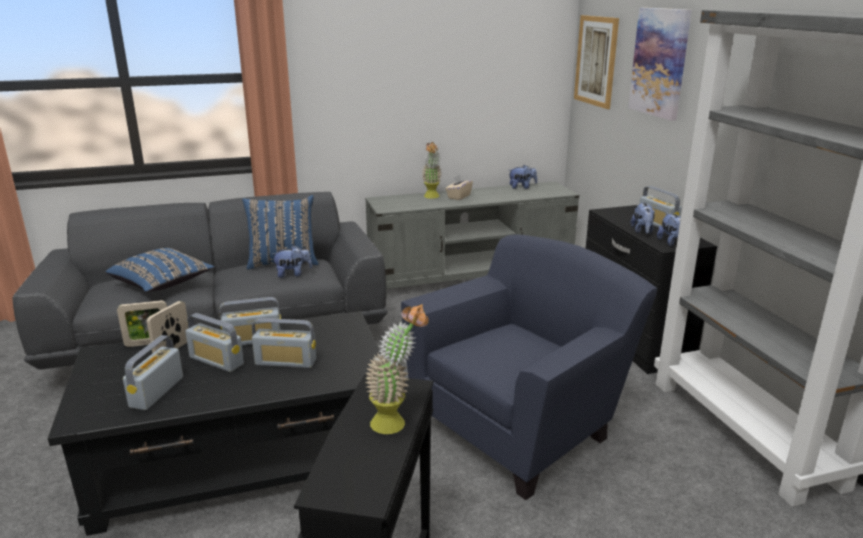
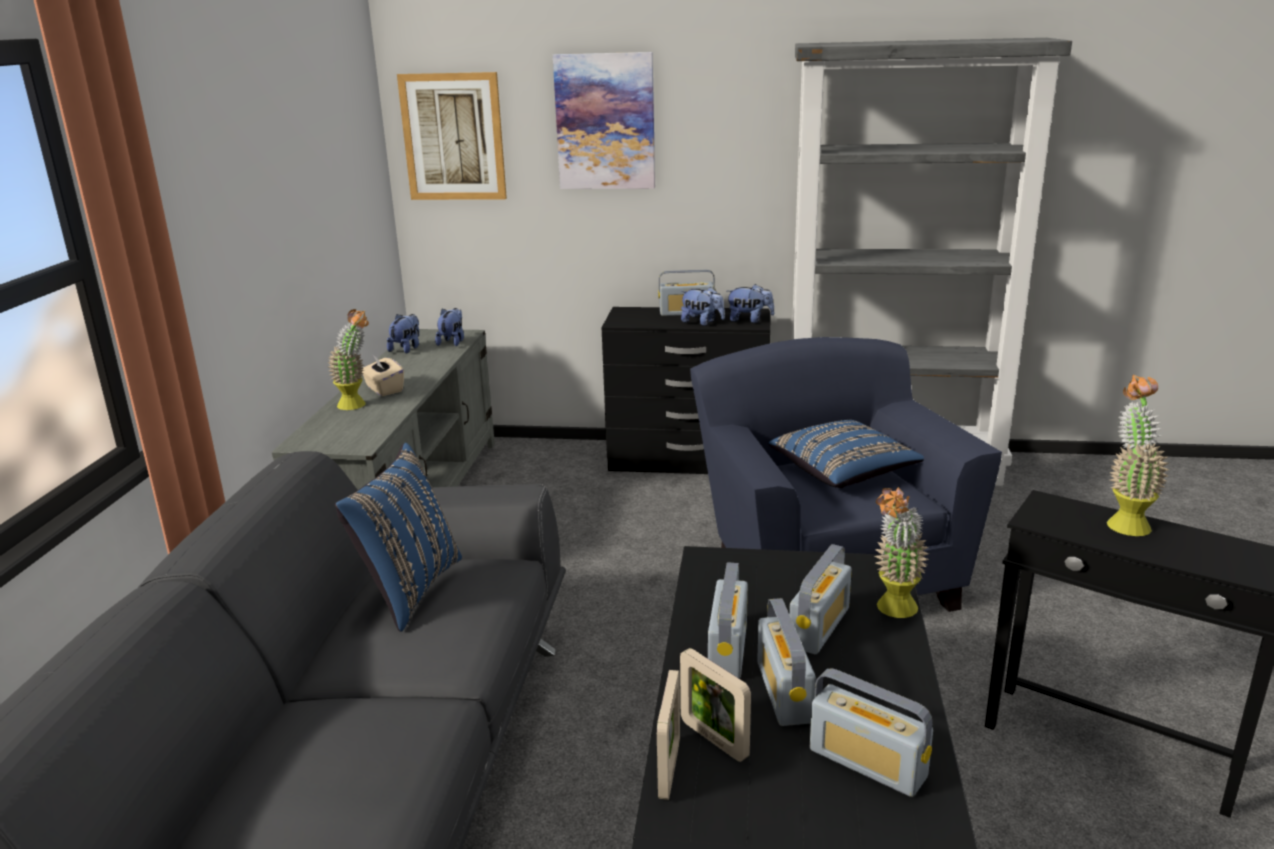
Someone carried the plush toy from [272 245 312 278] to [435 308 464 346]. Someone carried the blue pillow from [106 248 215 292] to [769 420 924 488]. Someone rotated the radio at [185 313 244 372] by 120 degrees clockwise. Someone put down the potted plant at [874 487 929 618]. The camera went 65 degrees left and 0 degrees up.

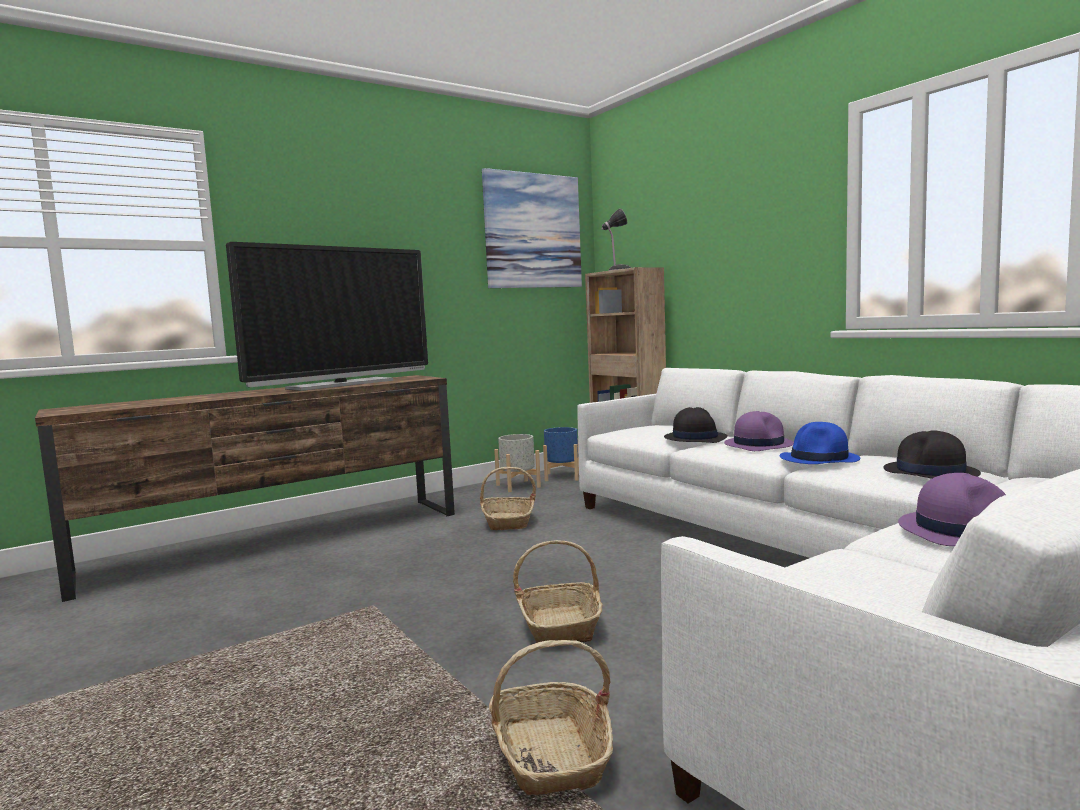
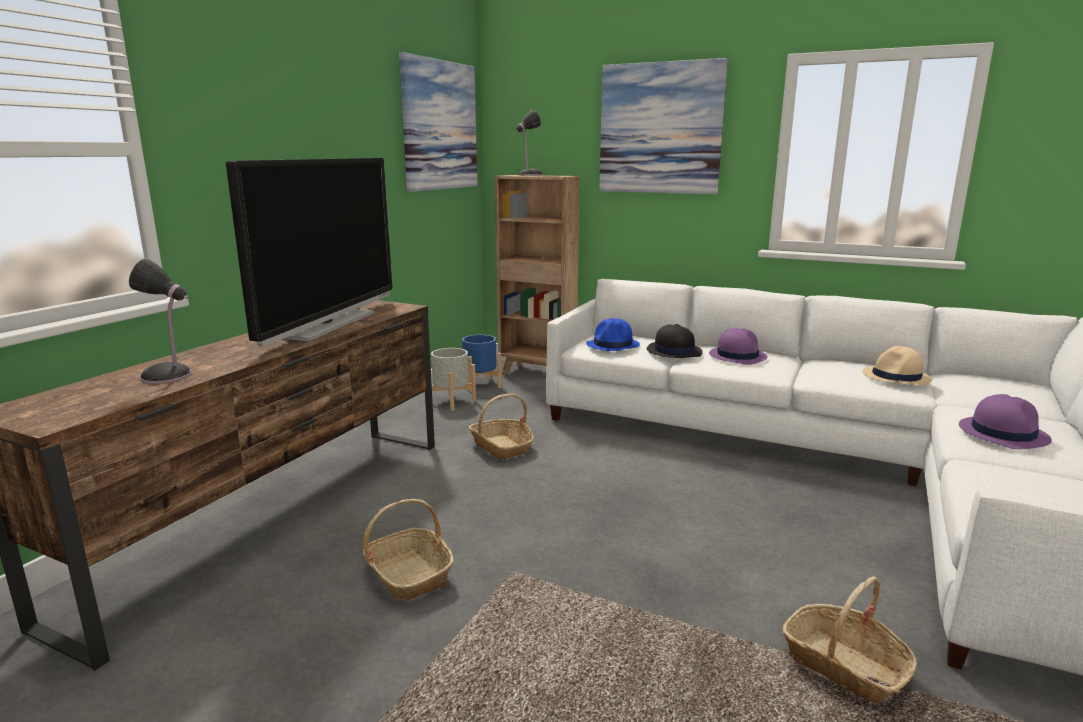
Someone carried the blue hat from [780 422 860 464] to [586 318 640 351]. Someone repainted the black hat at [883 430 981 479], which became the beige hat at [862 346 932 385]. Someone carried the basket from [513 540 603 643] to [363 499 454 602]. Someone put up the picture at [599 58 728 194]. Someone put down the table lamp at [129 259 191 384]. The camera went 30 degrees left and 10 degrees up.

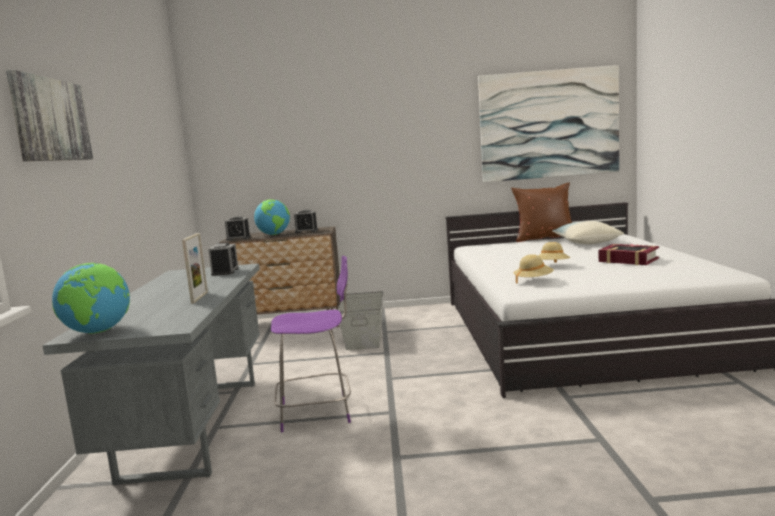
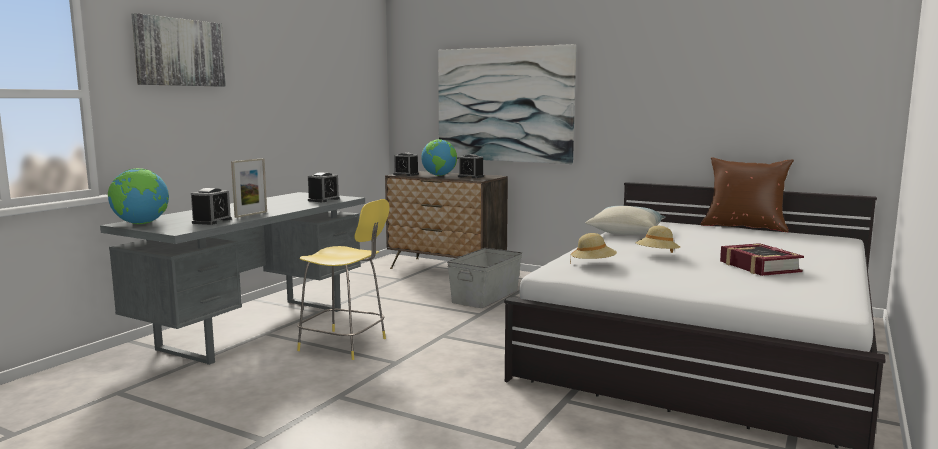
Someone carried the picture from [478 65 619 182] to [438 44 576 164]. Someone carried the pillow from [552 221 624 244] to [586 206 666 235]. Someone repainted the purple stool at [270 256 351 433], which became the yellow stool at [297 199 390 360]. Someone put down the alarm clock at [191 188 232 225]. The camera went 30 degrees right and 0 degrees up.

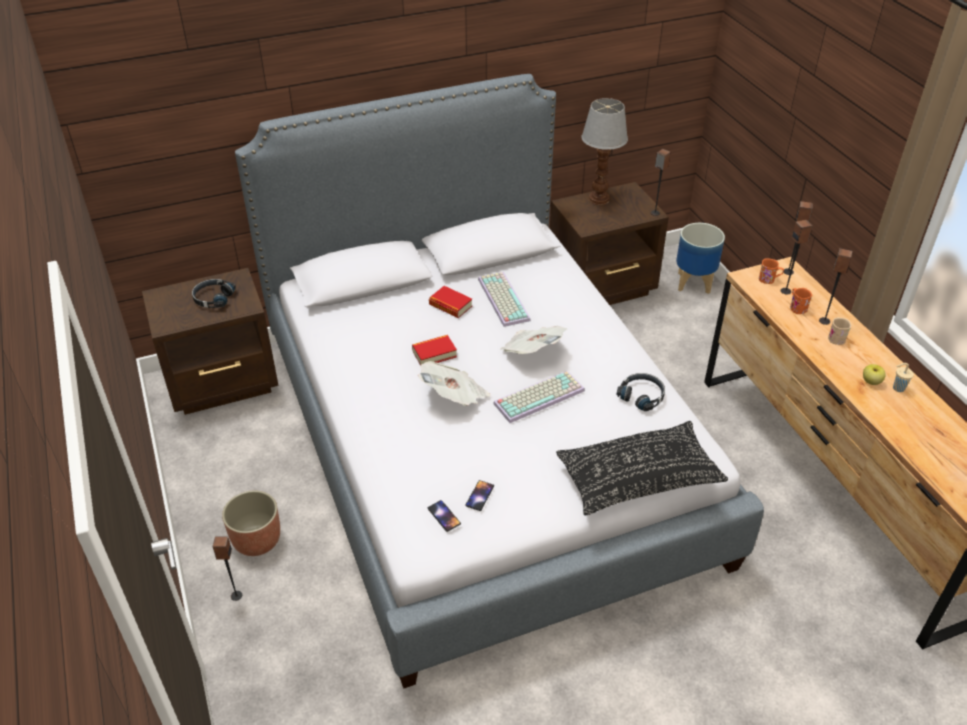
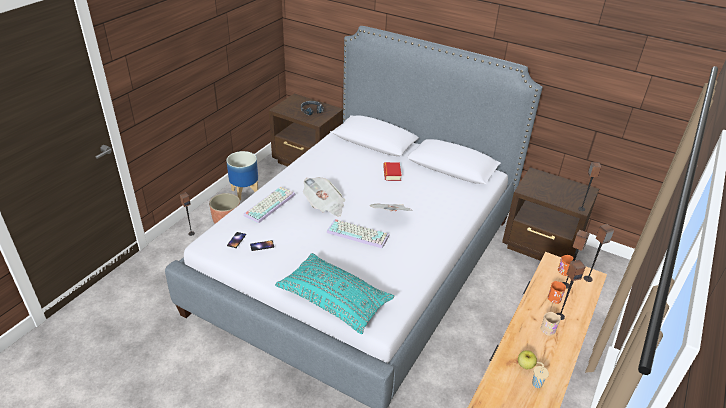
Someone took away the table lamp at [581 98 628 205]. Someone carried the planter from [676 223 725 294] to [226 151 258 201]. Someone carried the keyboard from [478 272 531 327] to [243 186 296 223]. Someone took away the book at [412 335 457 365]. Someone took away the black headphones at [616 373 665 411]. Someone repainted the black pillow at [556 421 728 515], which became the turquoise pillow at [275 253 394 334]. The camera went 50 degrees right and 5 degrees down.

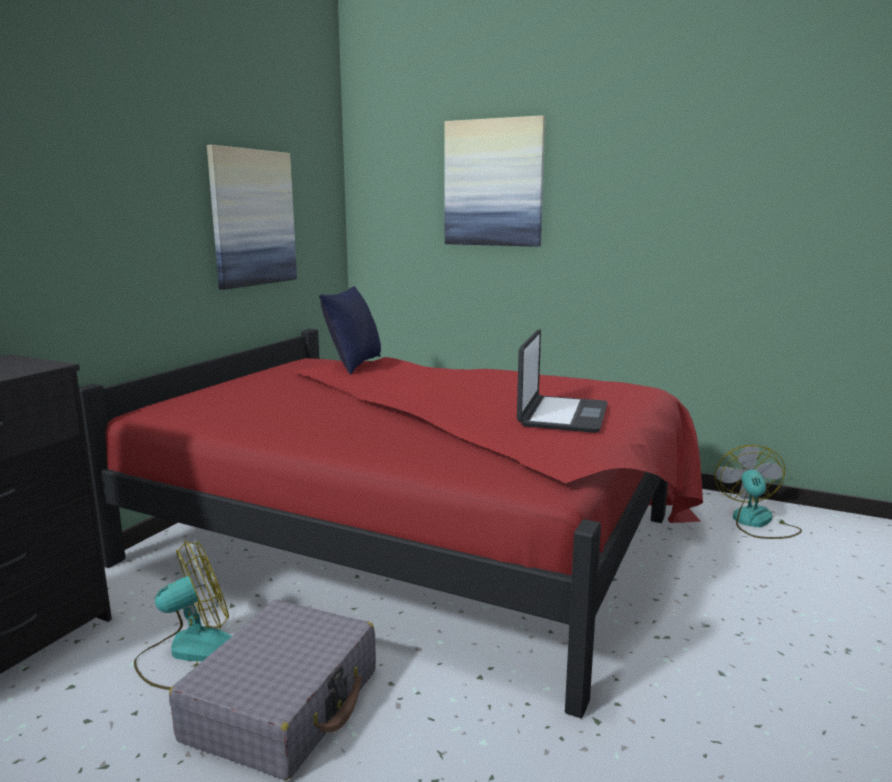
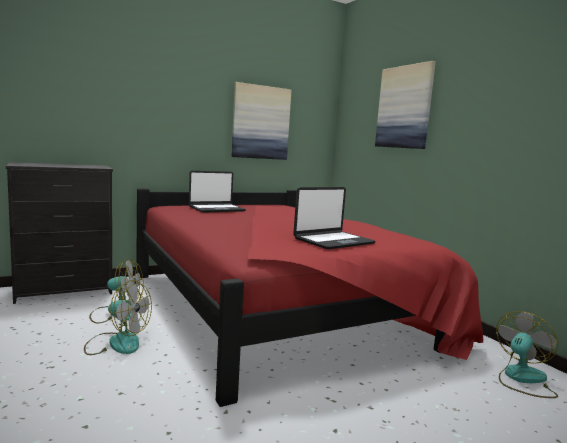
Someone took away the blue pillow at [319 286 381 375]. Someone swapped the grey suitcase at [169 600 376 780] for the fan at [84 280 152 355]. Someone put down the laptop at [189 171 246 213]. The camera went 35 degrees right and 5 degrees down.

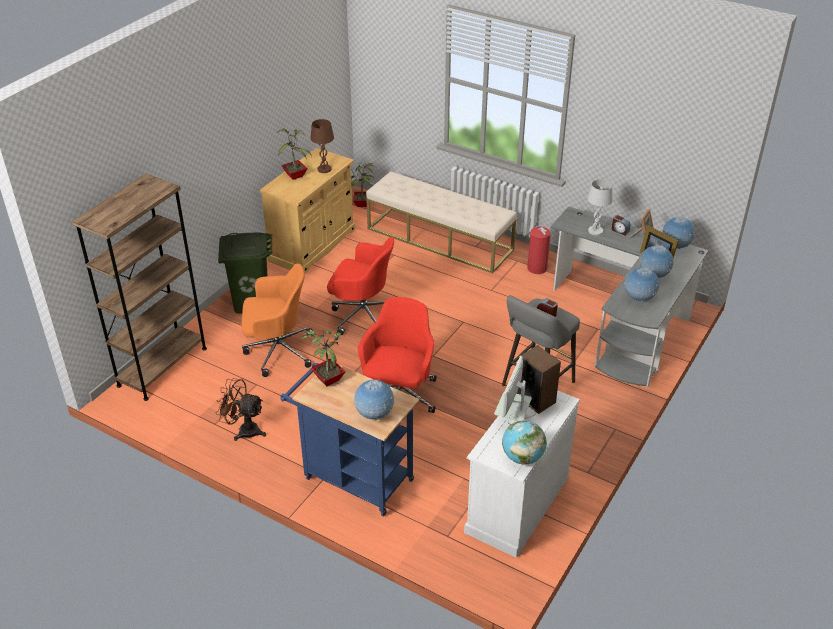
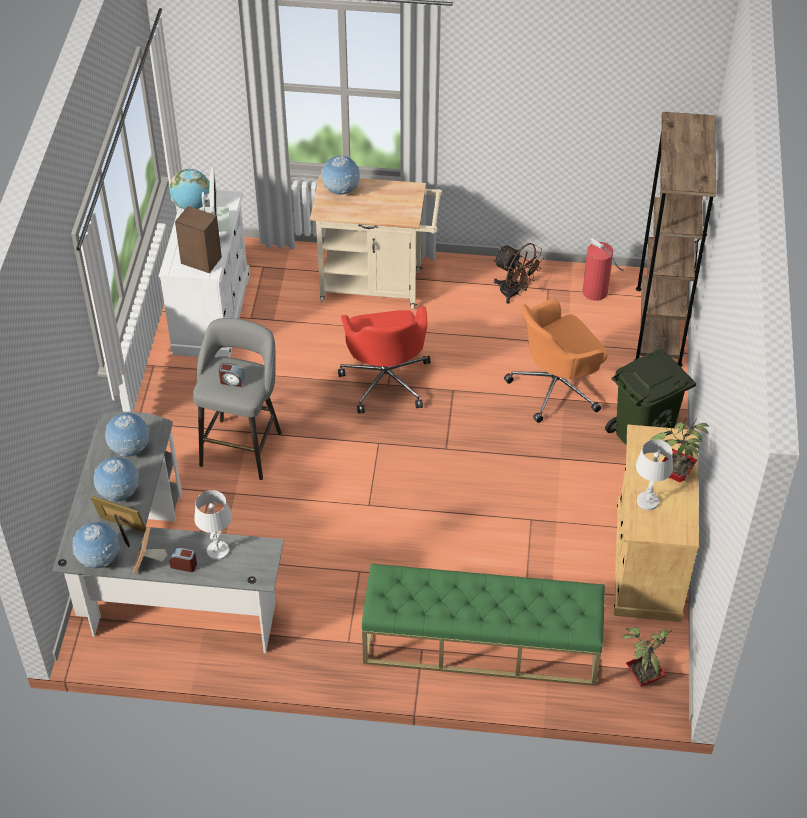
Someone repainted the brown table lamp at [311 119 334 173], which became the white table lamp at [636 439 673 510]. Someone repainted the beige bench at [366 171 517 273], which became the green bench at [362 563 605 686]. Someone carried the fire extinguisher from [524 225 551 274] to [583 237 624 301]. Someone took away the red office chair at [327 236 394 335]. Someone took away the potted plant at [300 325 345 387]. Someone repainted the blue cart at [280 363 420 516], which became the beige cart at [310 175 443 310]. Someone rotated the brown fan at [216 378 266 441] by 45 degrees clockwise. The camera went 155 degrees right and 10 degrees up.

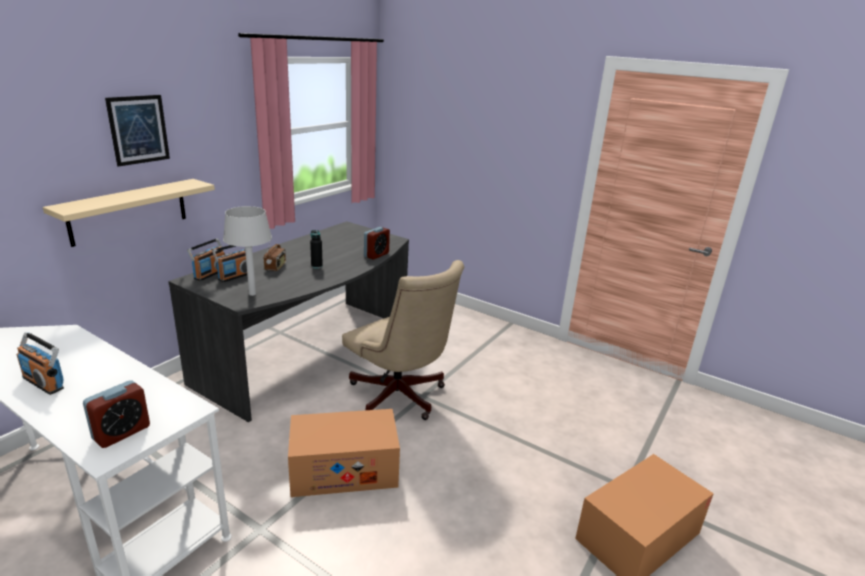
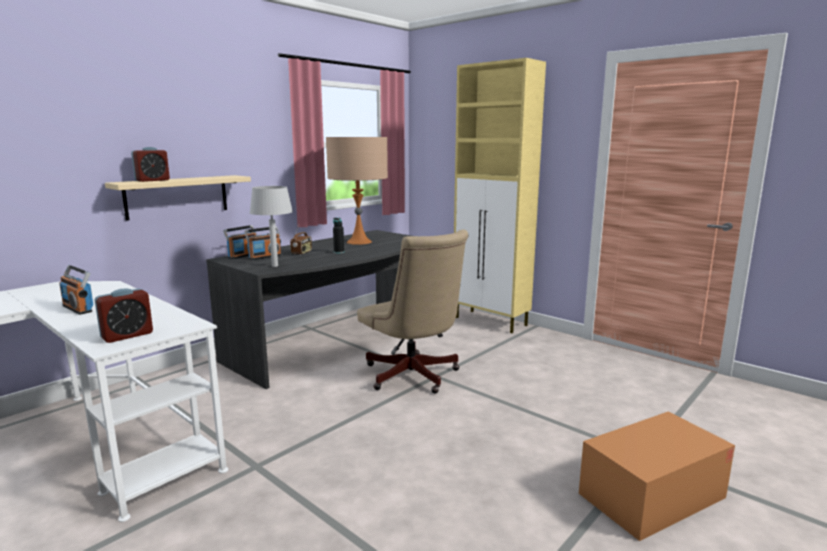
Someone took away the picture at [105 95 170 167]. Someone carried the alarm clock from [364 227 390 260] to [131 147 170 182]. Someone took away the cardboard box at [288 409 400 497]. Someone put down the beige cabinet at [454 58 546 333]. Someone put down the beige table lamp at [326 137 388 245]. The camera went 10 degrees right and 10 degrees down.

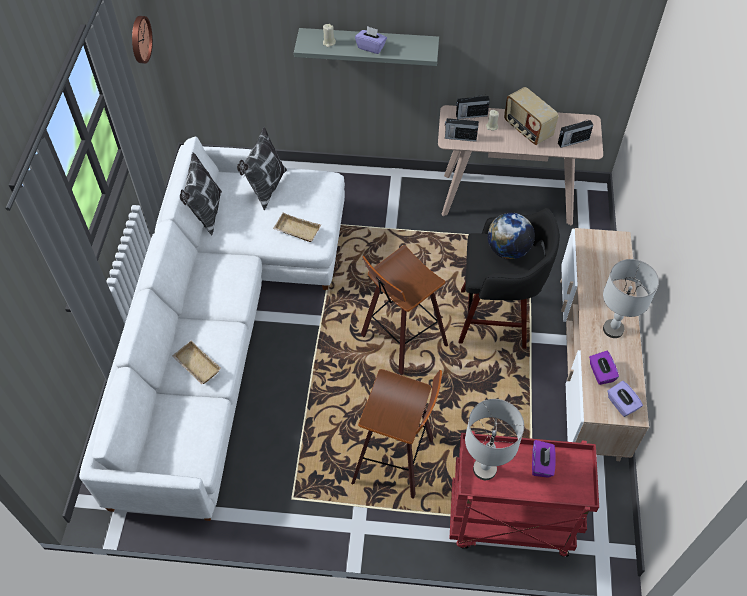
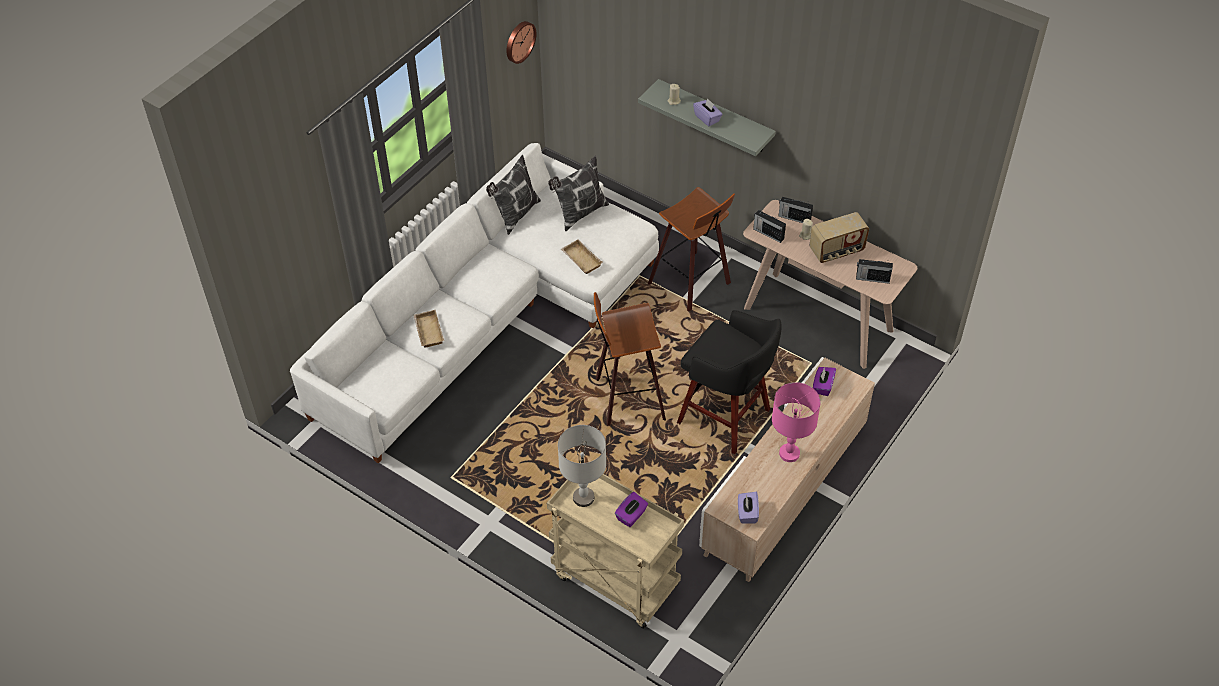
Someone rotated the radio at [504 87 559 145] by 105 degrees counterclockwise. Someone took away the globe at [488 213 535 259]. Someone repainted the grey table lamp at [603 259 659 338], which became the pink table lamp at [772 382 821 462]. Someone carried the purple tissue box from [589 351 619 385] to [813 367 836 396]. Someone carried the stool from [351 369 442 499] to [648 187 735 312]. Someone repainted the red cart at [449 431 599 557], which became the beige cart at [547 474 684 629]. The camera went 30 degrees right and 5 degrees down.

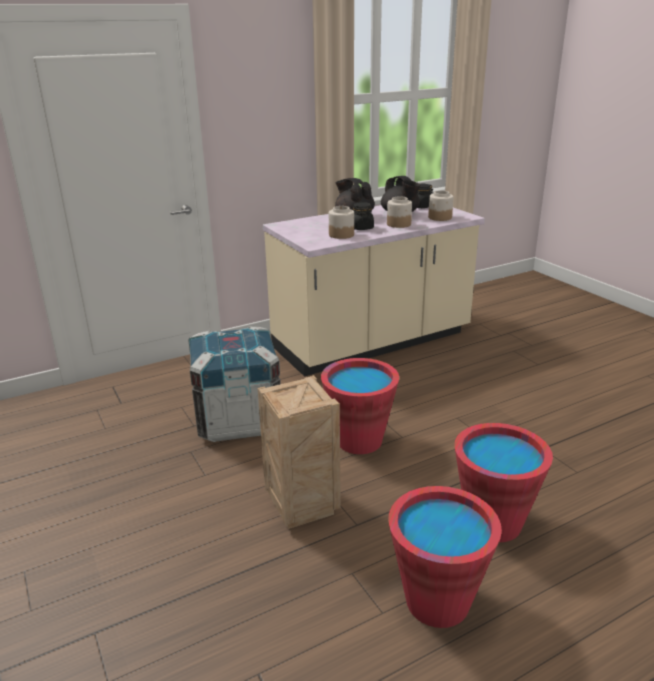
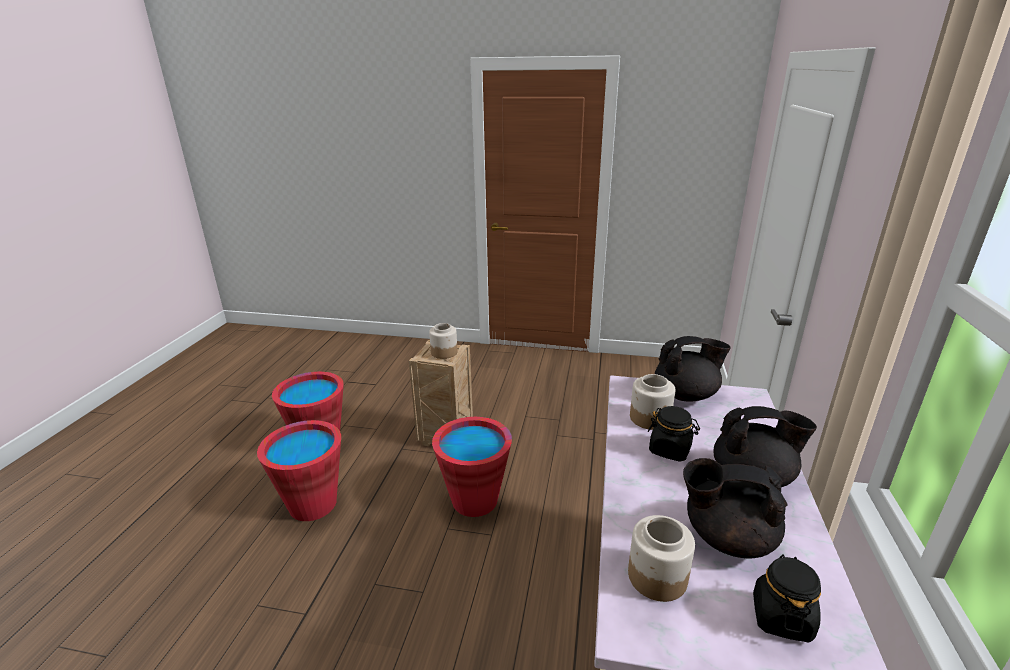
Someone carried the jar from [387 196 412 228] to [429 323 458 359]. Someone took away the crate at [188 327 281 442]. Someone put down the black teapot at [655 336 731 402]. The camera went 130 degrees right and 0 degrees up.

